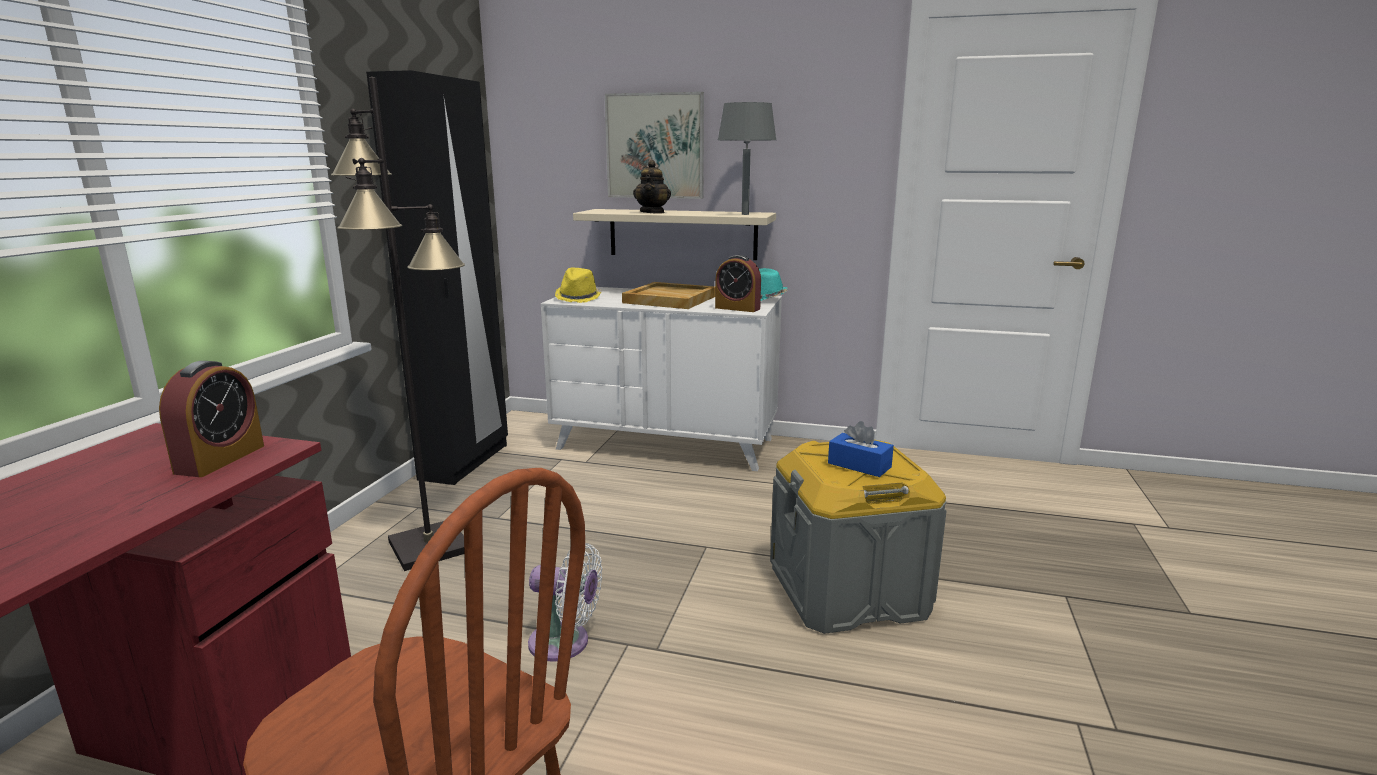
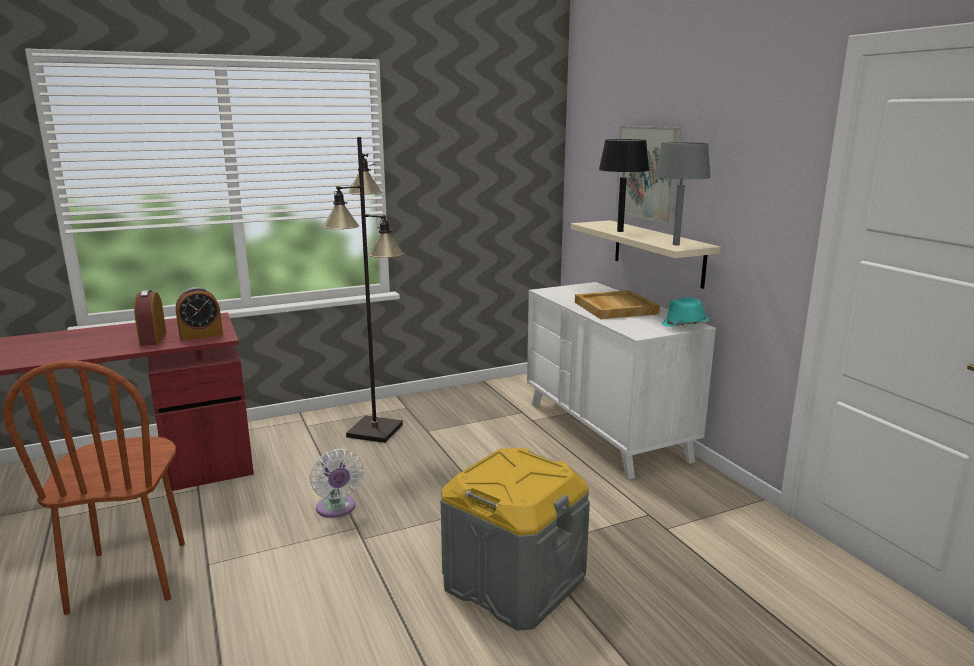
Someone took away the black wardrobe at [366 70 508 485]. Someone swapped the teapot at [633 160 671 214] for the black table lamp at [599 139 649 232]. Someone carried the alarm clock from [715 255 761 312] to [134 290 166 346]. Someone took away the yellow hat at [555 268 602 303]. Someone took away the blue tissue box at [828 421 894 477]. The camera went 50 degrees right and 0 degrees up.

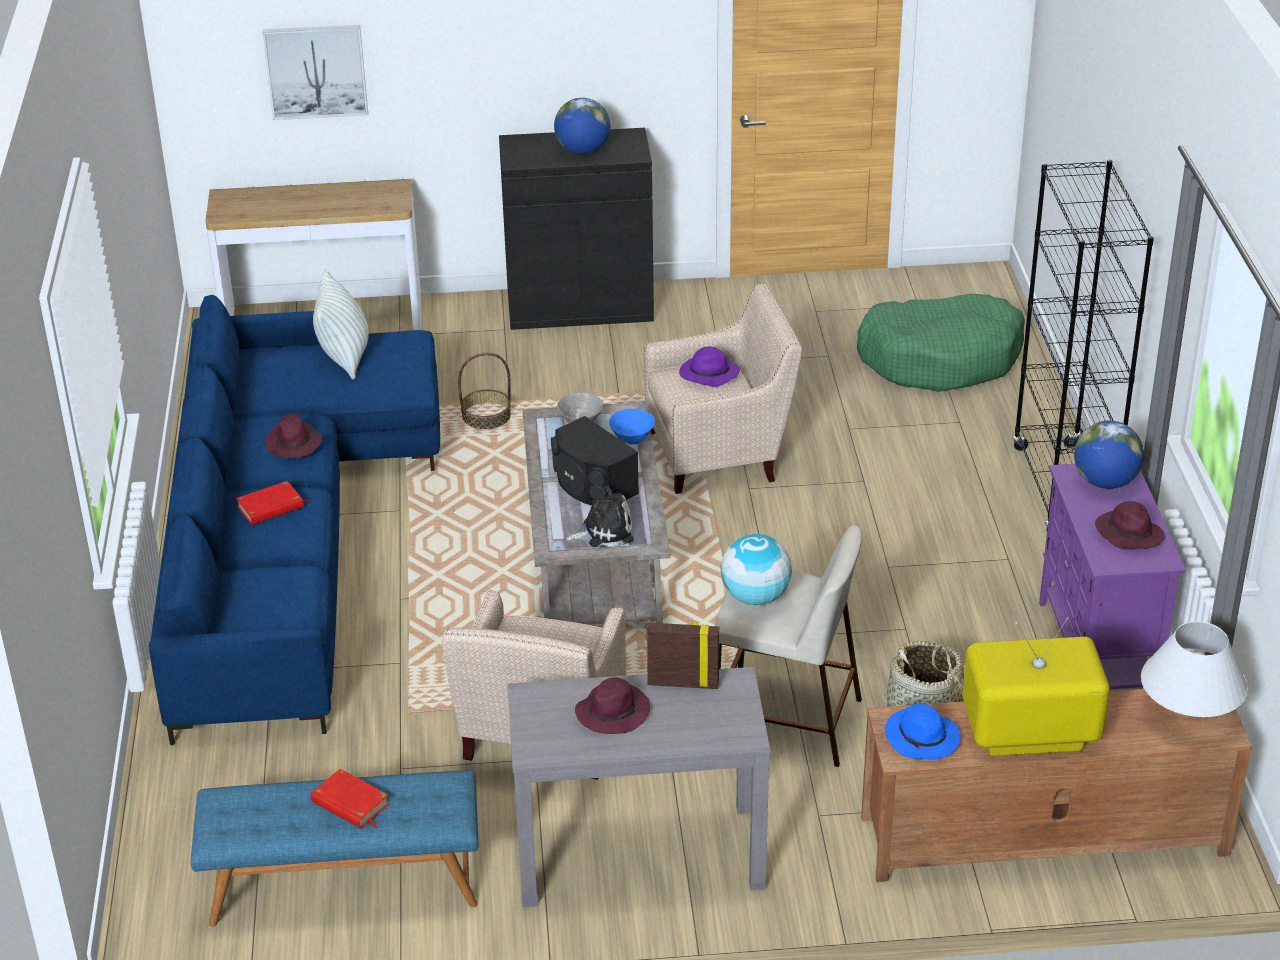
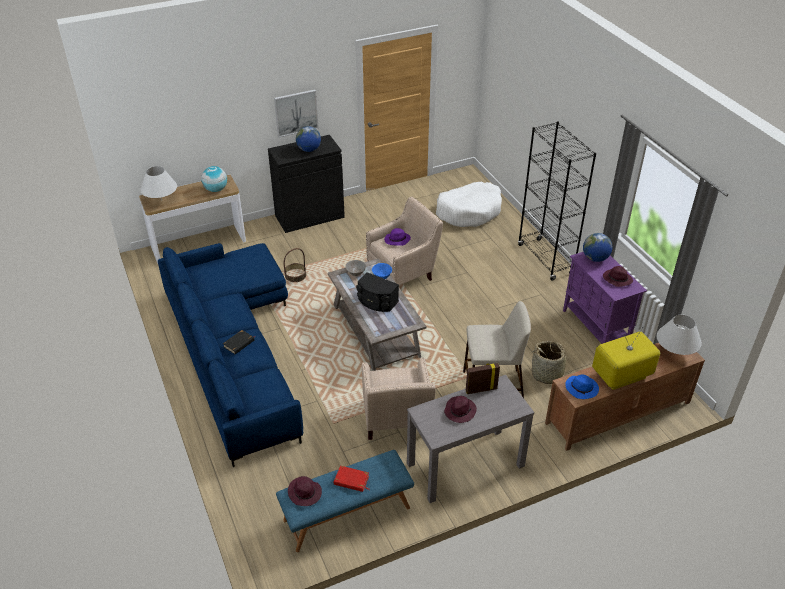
Someone carried the picture from [263 25 368 120] to [274 90 318 137]. Someone took away the pillow at [313 269 369 380]. Someone repainted the green dog bed at [857 294 1025 392], which became the white dog bed at [436 182 502 227]. Someone carried the purple hat from [265 414 322 458] to [288 476 322 506]. Someone repainted the red book at [236 481 310 525], which became the black book at [223 330 255 354]. Someone took away the plush toy at [566 486 634 547]. Someone carried the globe from [720 534 792 605] to [201 166 227 192]. Someone put down the white table lamp at [140 166 177 201]. The camera went 20 degrees left and 5 degrees up.

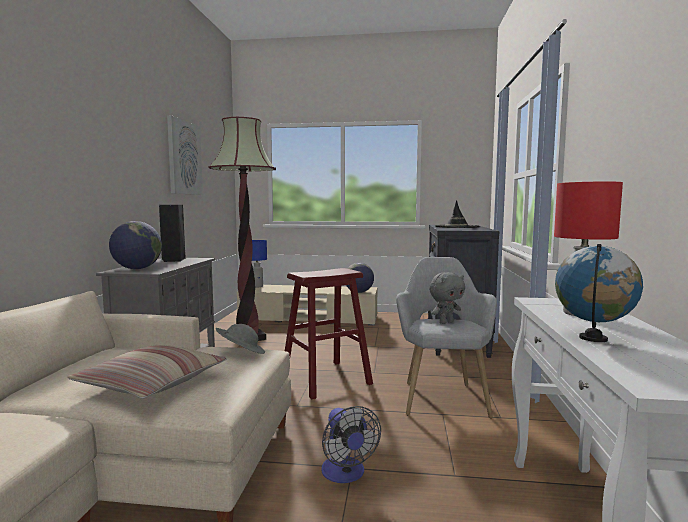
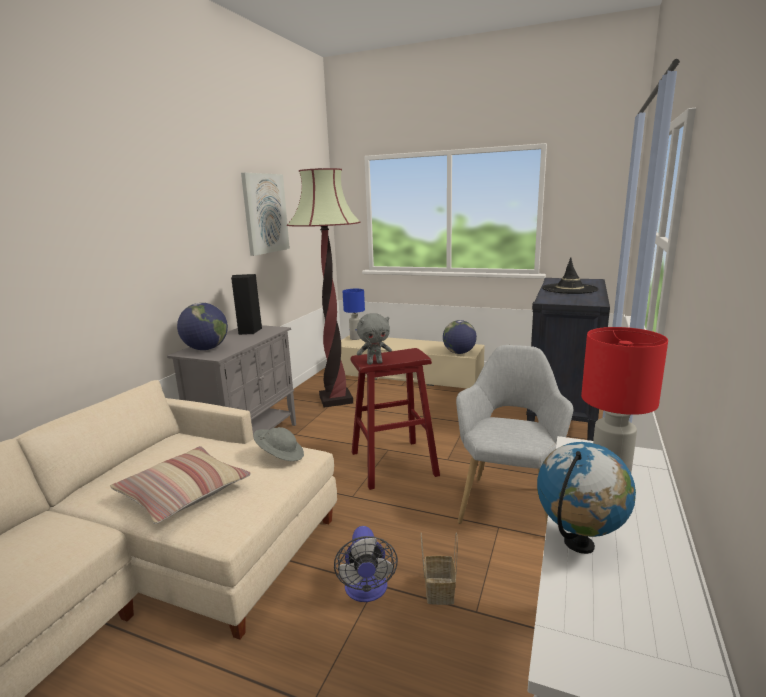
Someone carried the grey plush toy from [429 272 465 324] to [357 313 392 365]. Someone put down the basket at [421 532 458 605]. The camera went 15 degrees right and 10 degrees up.

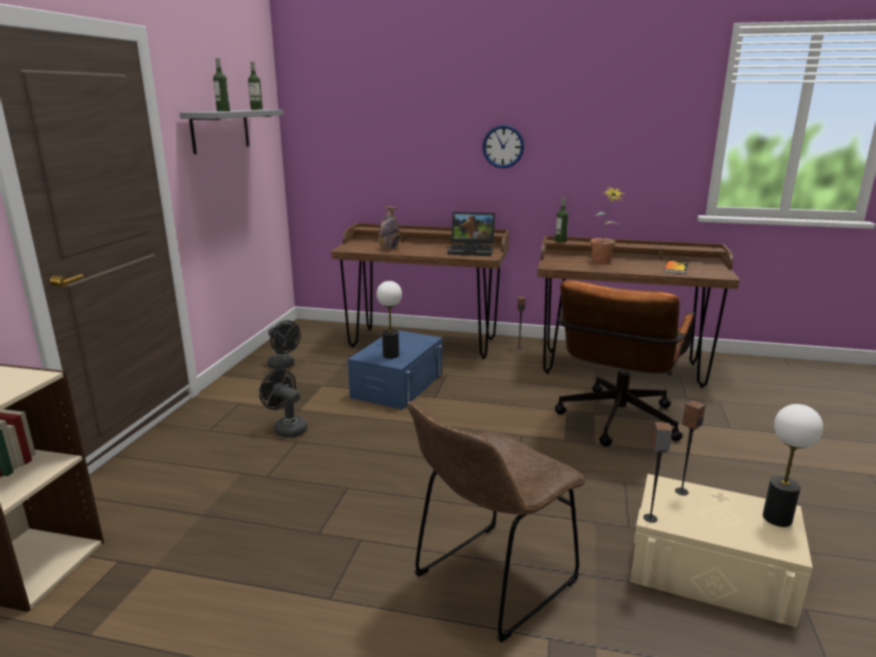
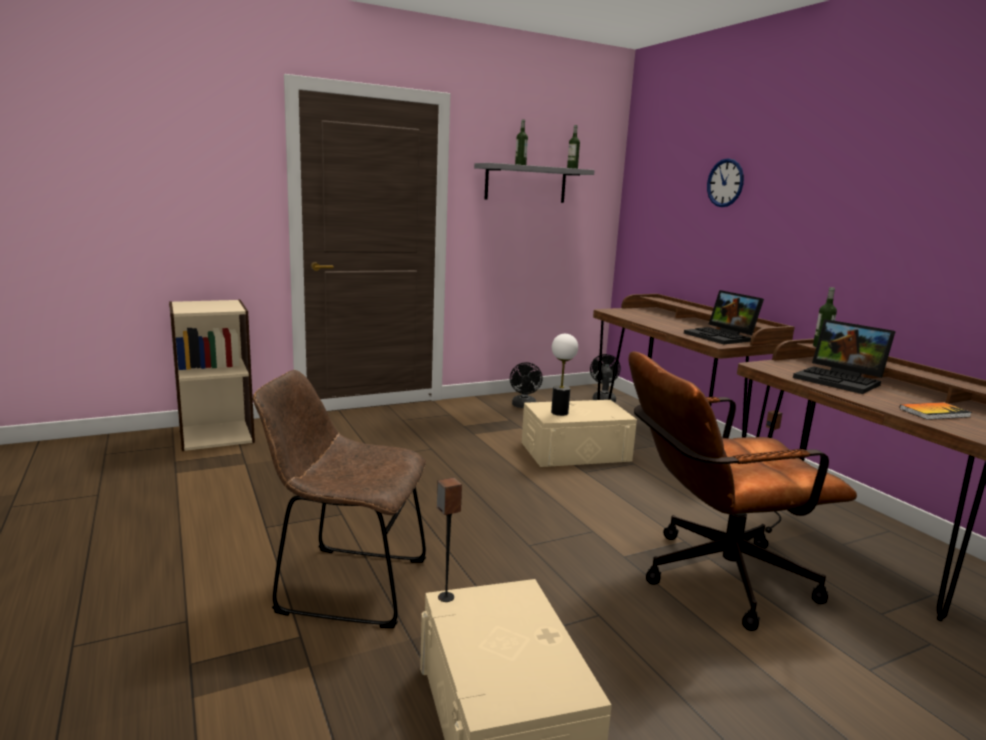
Someone carried the wall clock from [482 125 524 168] to [707 158 744 207]. Someone swapped the potted plant at [590 187 626 263] for the laptop at [793 319 896 394]. Someone took away the bottle at [378 206 400 249]. Someone repainted the blue storage box at [348 330 442 410], which became the beige storage box at [522 400 637 467]. Someone carried the black fan from [259 369 308 438] to [590 354 621 403]. Someone took away the speaker at [675 400 706 495]. Someone took away the table lamp at [763 404 823 527]. The camera went 50 degrees right and 5 degrees down.

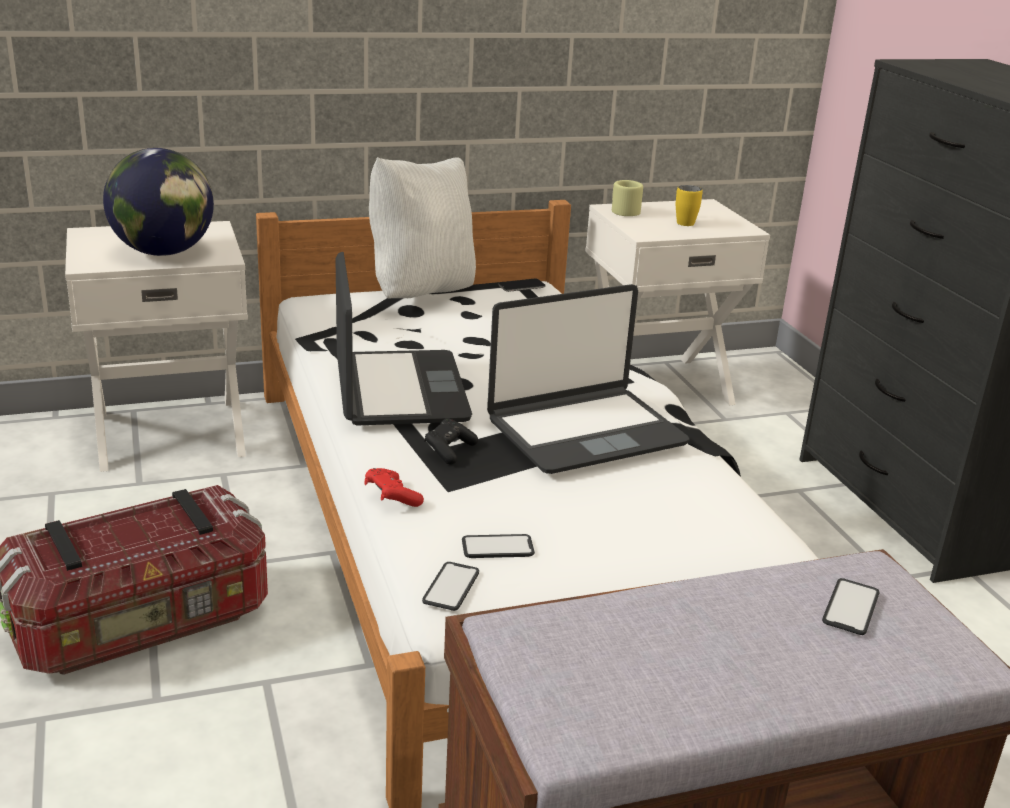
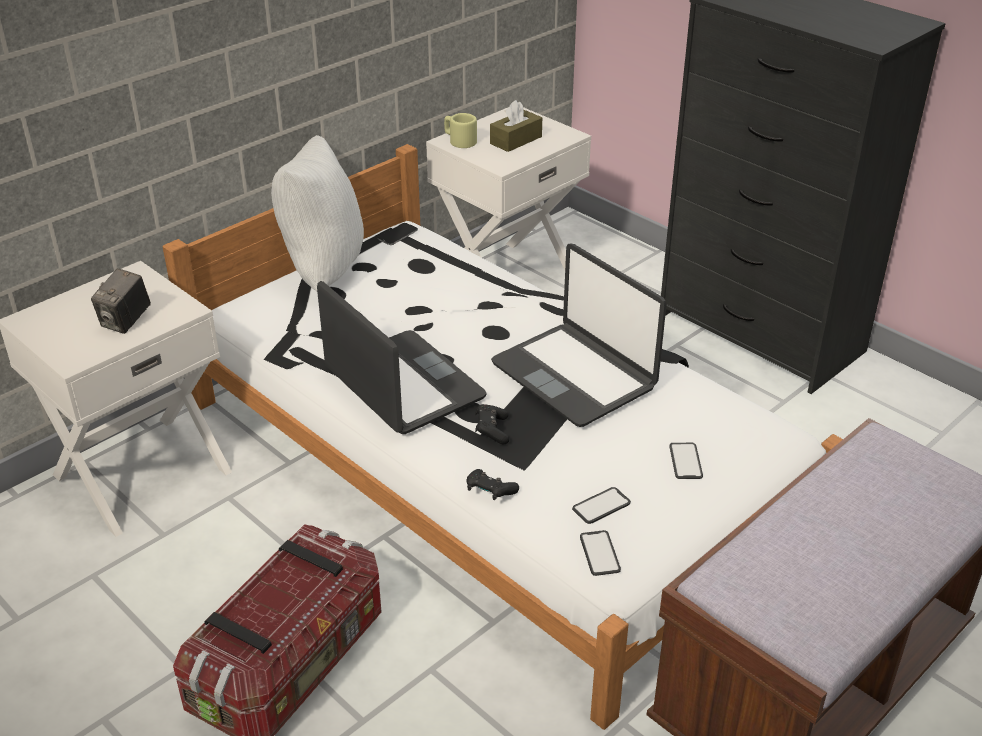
Someone swapped the globe at [103 148 214 256] for the photo camera at [91 268 151 334]. Someone swapped the yellow mug at [676 185 703 226] for the brown tissue box at [490 100 542 152]. Someone rotated the laptop at [487 284 690 474] by 105 degrees clockwise. Someone repainted the red game controller at [364 468 424 507], which became the black game controller at [467 469 519 500]. Someone carried the phone from [822 578 880 635] to [669 443 703 479]. The camera went 25 degrees left and 10 degrees up.

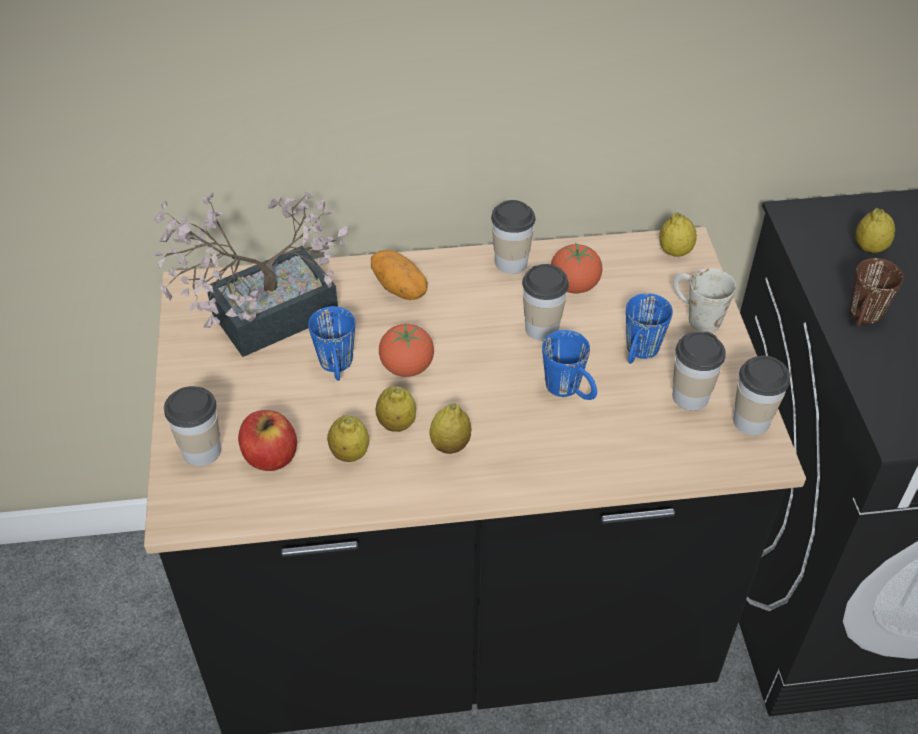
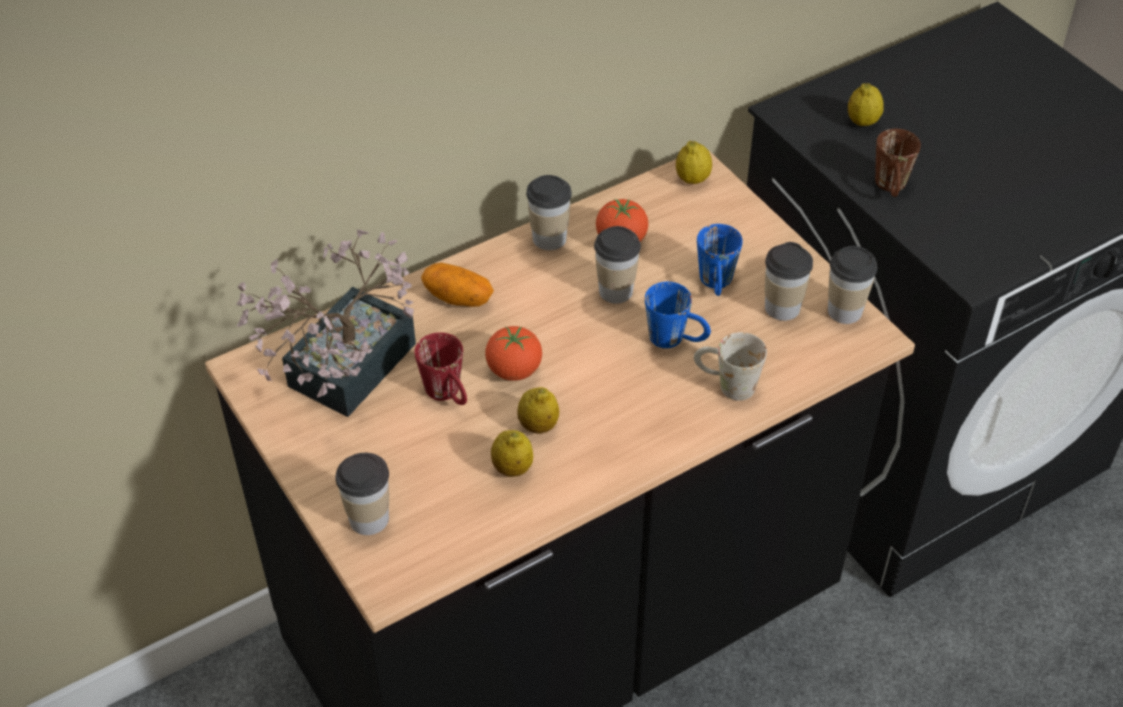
Someone carried the white mug from [673 269 736 333] to [694 332 767 401]. Someone repainted the blue mug at [308 306 355 381], which became the red mug at [414 332 467 405]. Someone took away the lemon at [429 403 471 454]. Someone took away the apple at [238 410 297 471]. The camera went 25 degrees left and 0 degrees up.

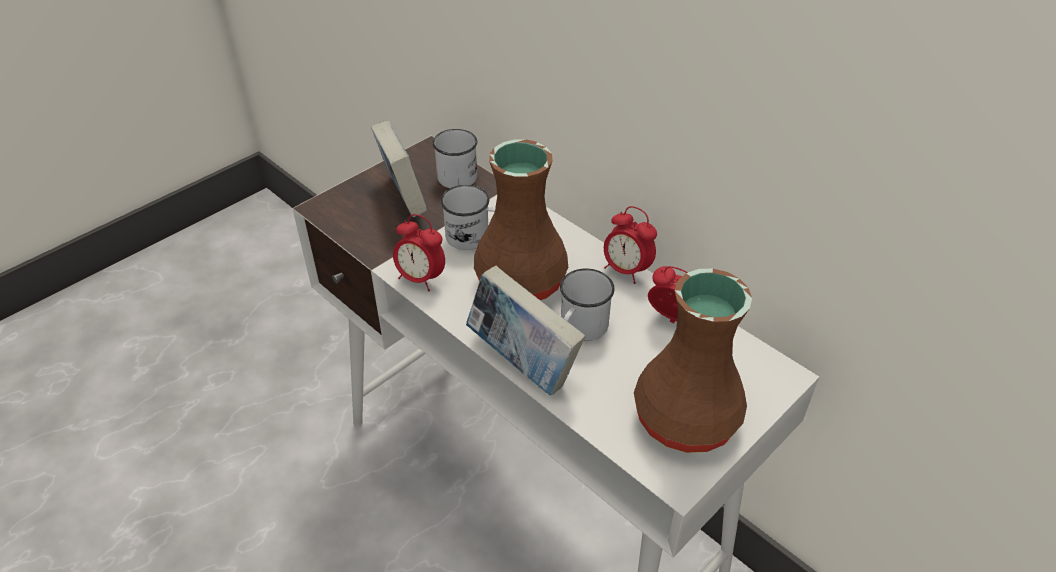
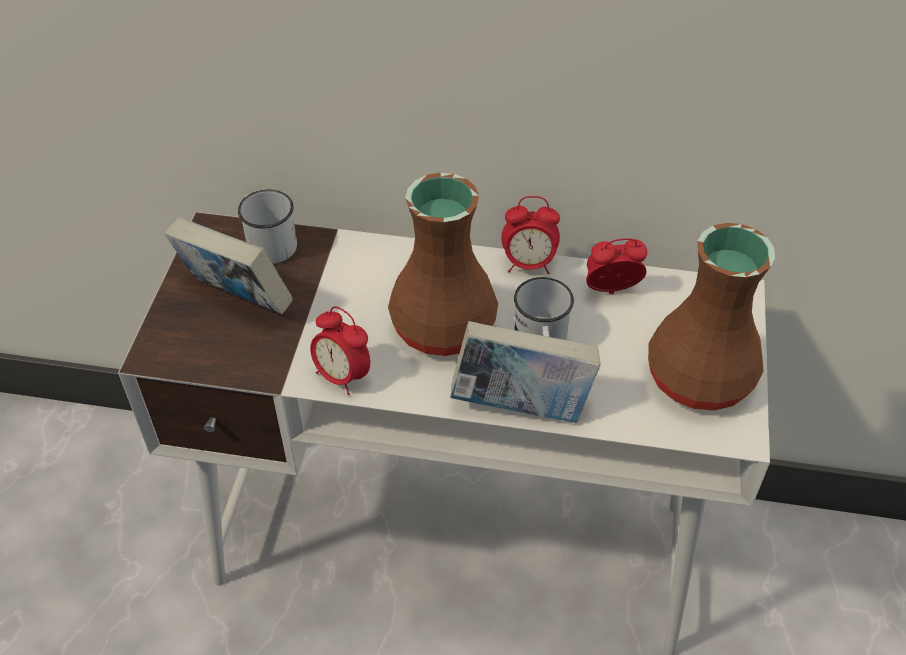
Someone took away the white mug at [441 185 495 250]. Someone rotated the alarm clock at [393 214 445 292] by 45 degrees clockwise. The camera went 35 degrees left and 5 degrees up.

